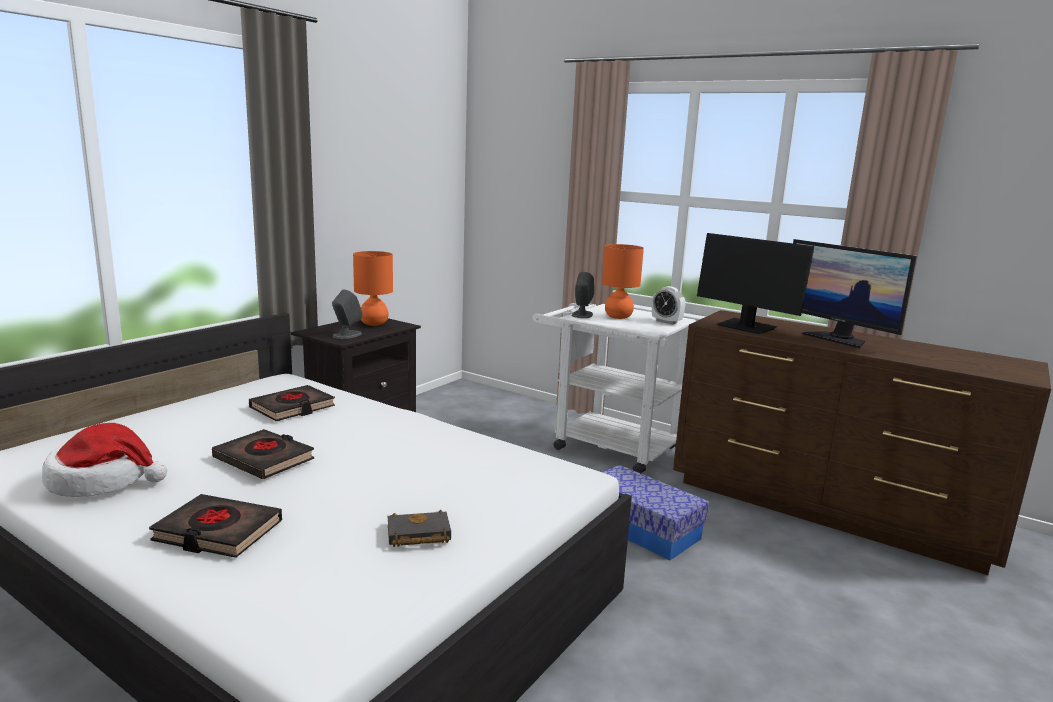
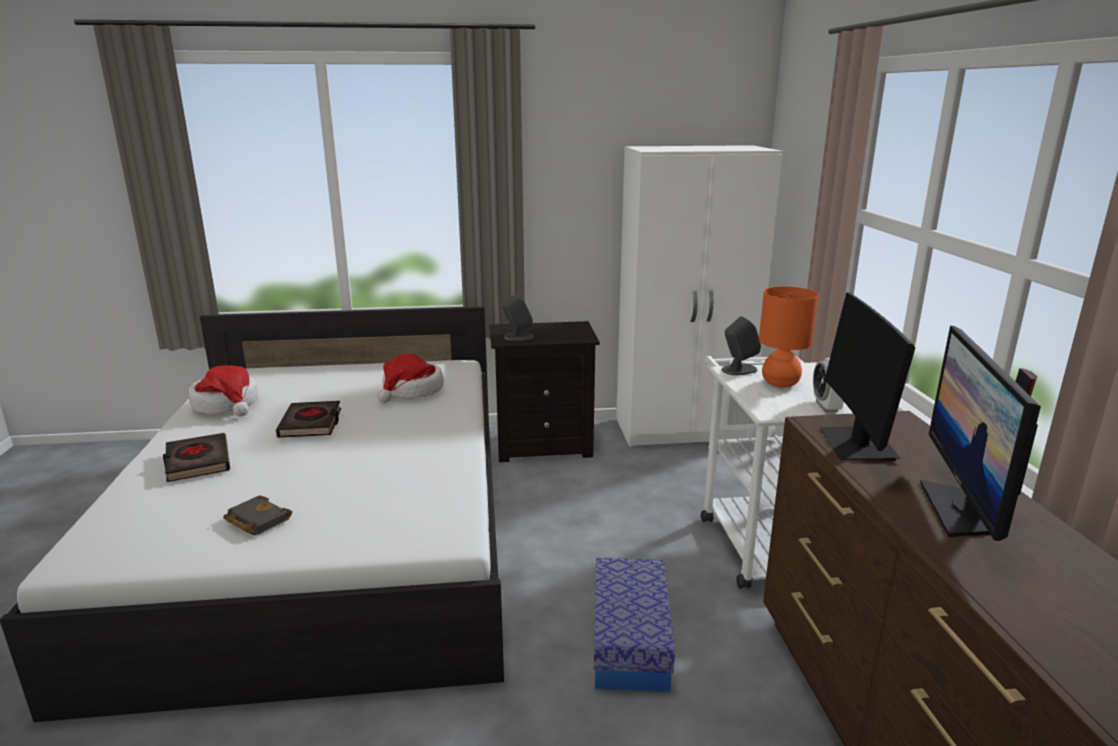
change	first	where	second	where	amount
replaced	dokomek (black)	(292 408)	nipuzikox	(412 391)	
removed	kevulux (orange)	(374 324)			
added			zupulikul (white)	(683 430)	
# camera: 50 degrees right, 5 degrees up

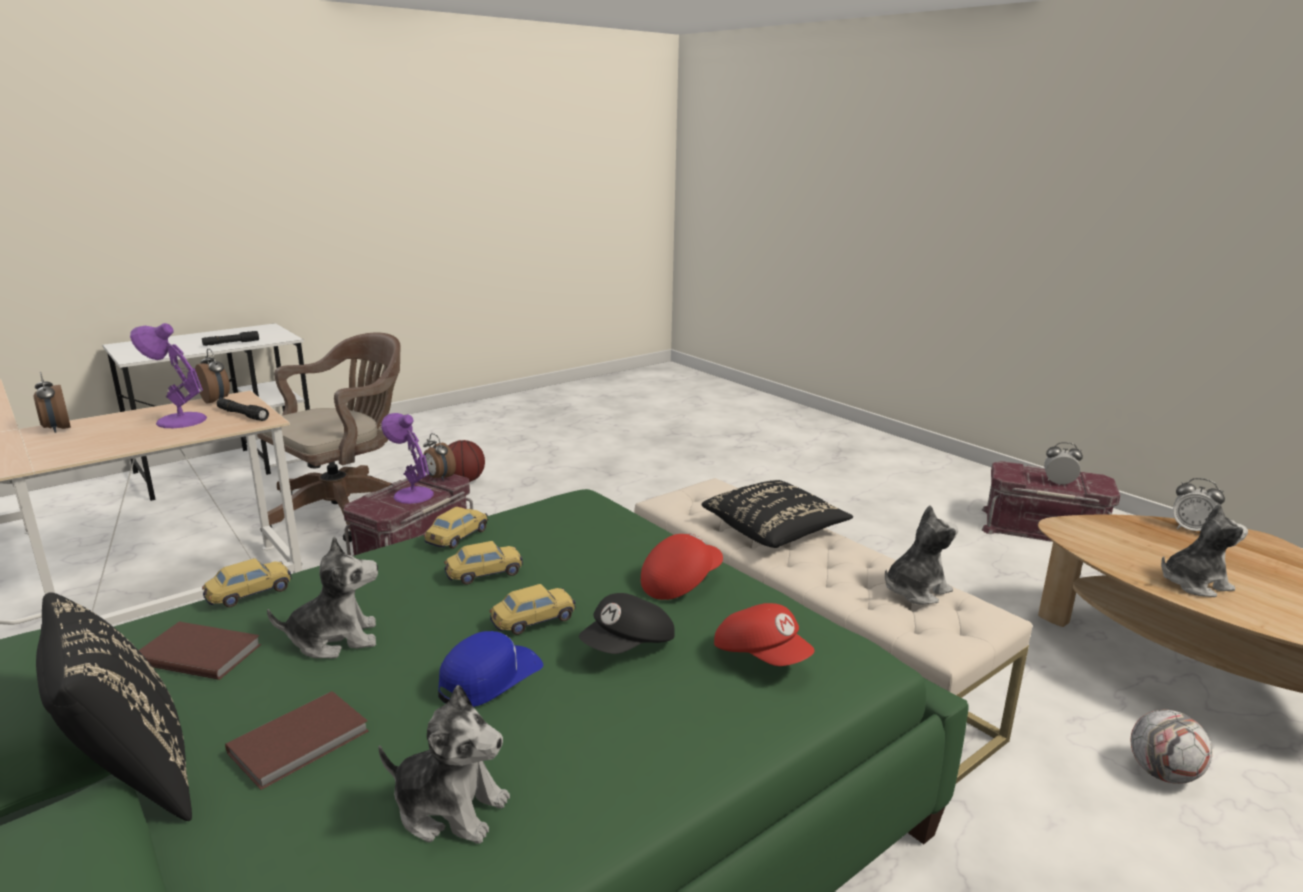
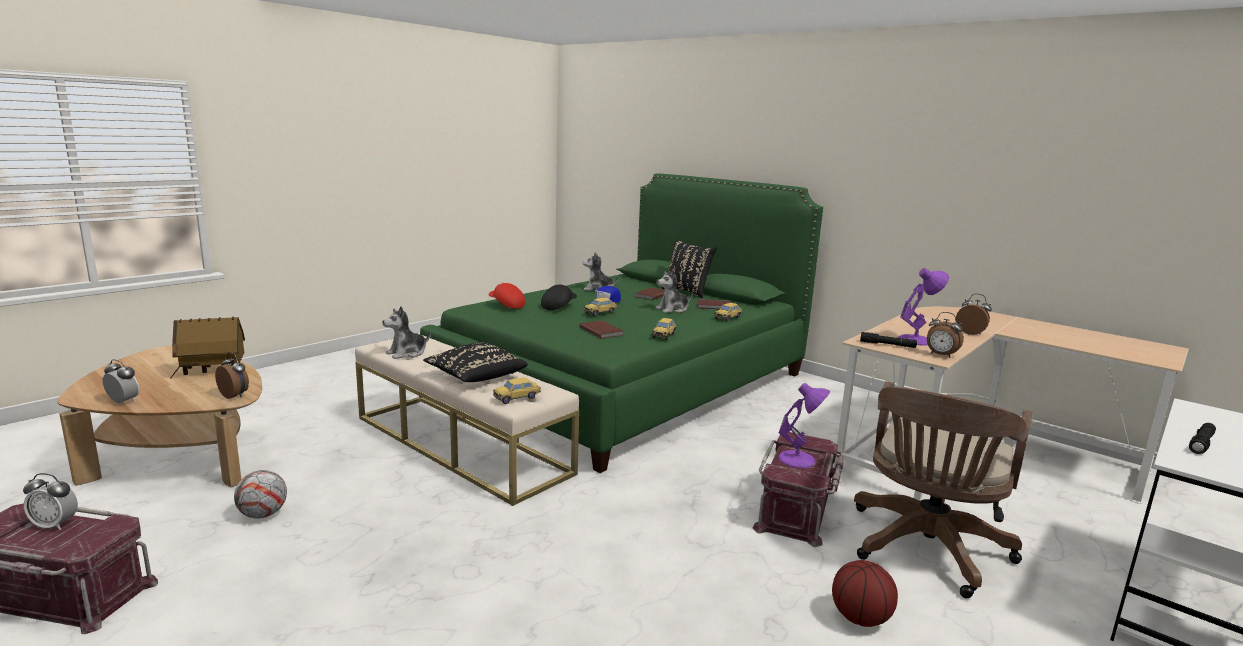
change	first	where	second	where	amount
moved	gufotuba	(439 478)		(235 396)	
moved	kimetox	(484 574)		(517 398)	
removed	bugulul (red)	(680 582)			
moved	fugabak	(1162 774)		(263 514)	
replaced	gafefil	(1193 583)	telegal	(212 370)	
added			dokomek (brown)	(601 331)	
# camera: 170 degrees right, 5 degrees down

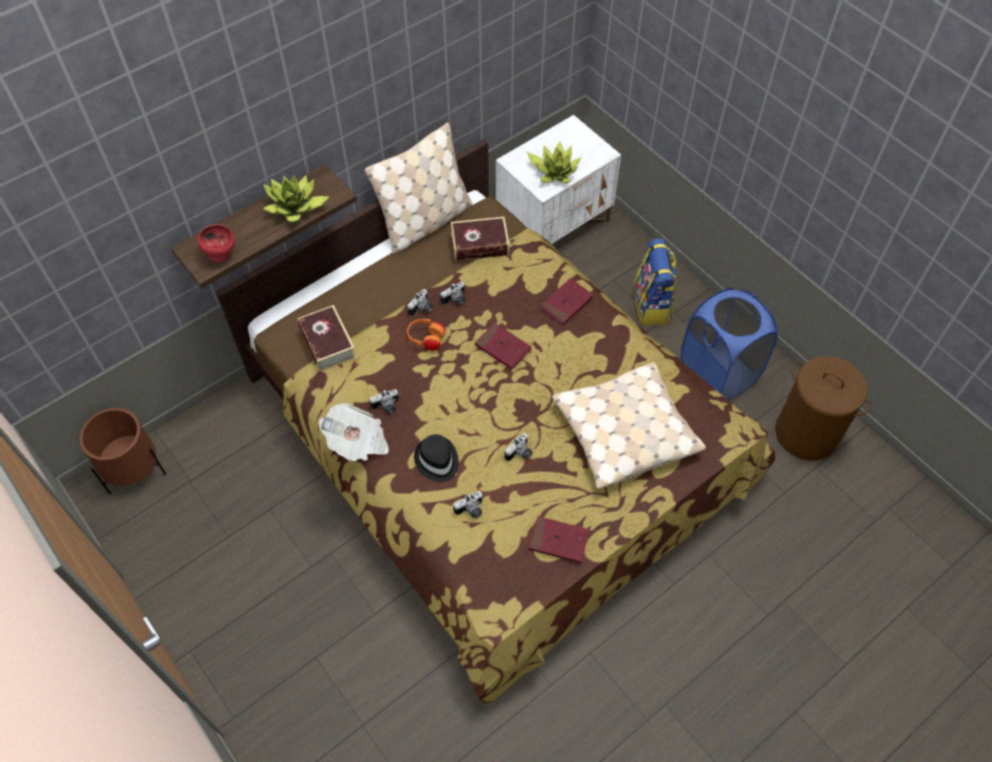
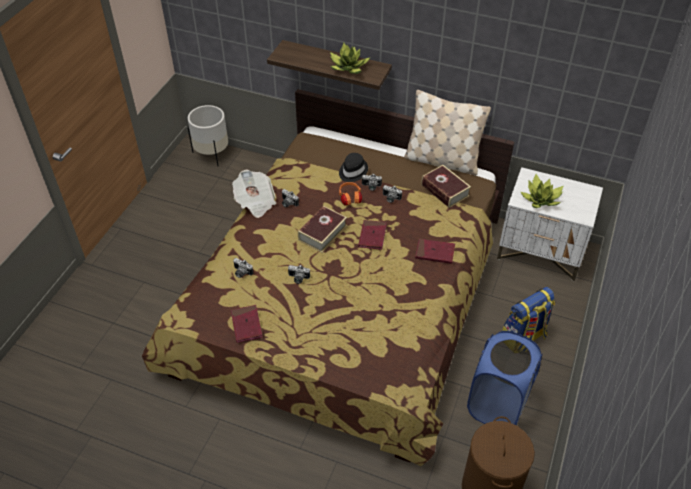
change	first	where	second	where	amount
recoloured	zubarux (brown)	(134 470)	zubarux (white)	(212 154)	
removed	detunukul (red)	(220 254)			
moved	dokomek	(327 343)		(322 233)	
moved	nipuzikox (black)	(437 460)		(352 171)	
removed	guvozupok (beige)	(624 431)			
# camera: 60 degrees right, 10 degrees down

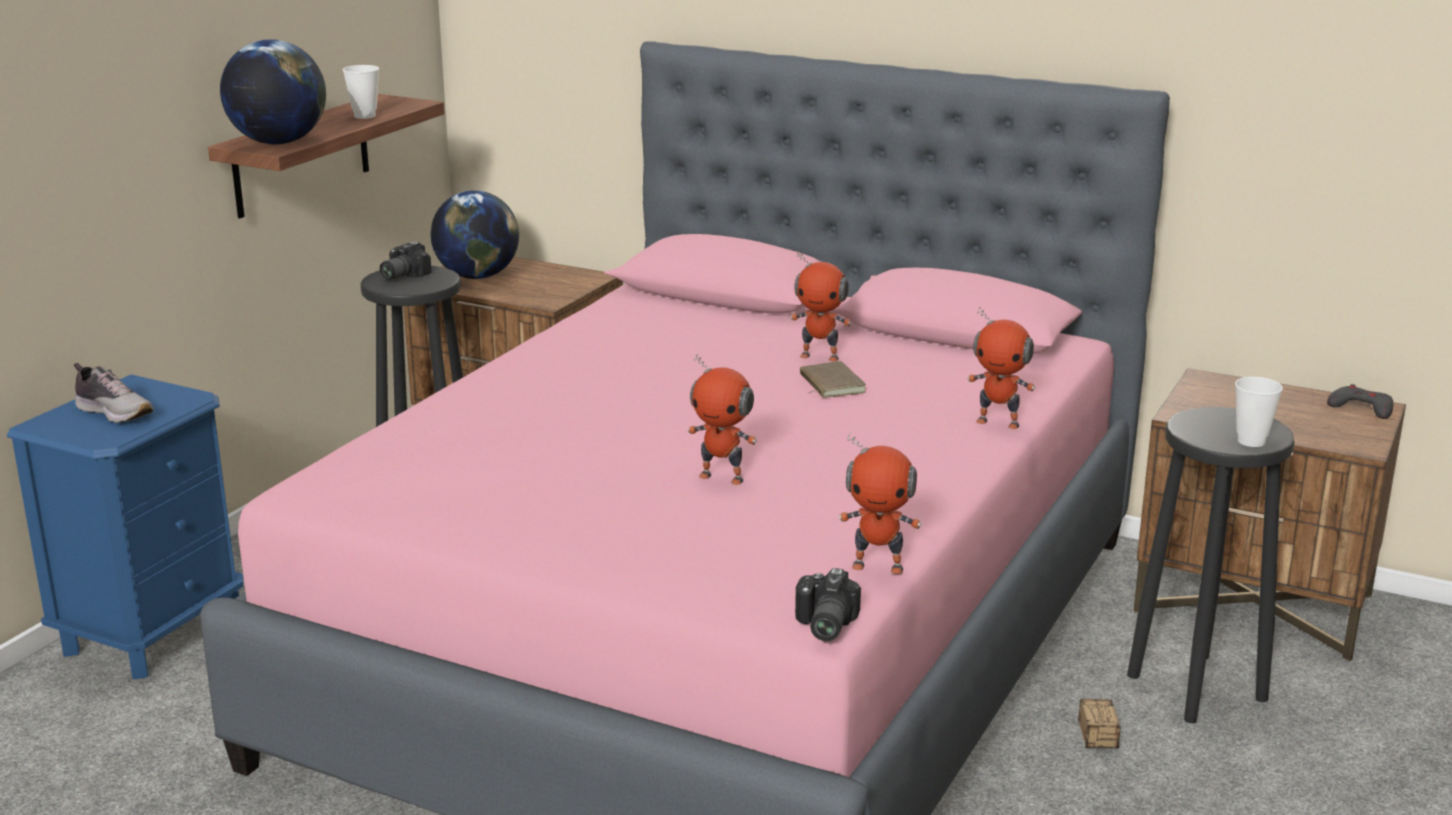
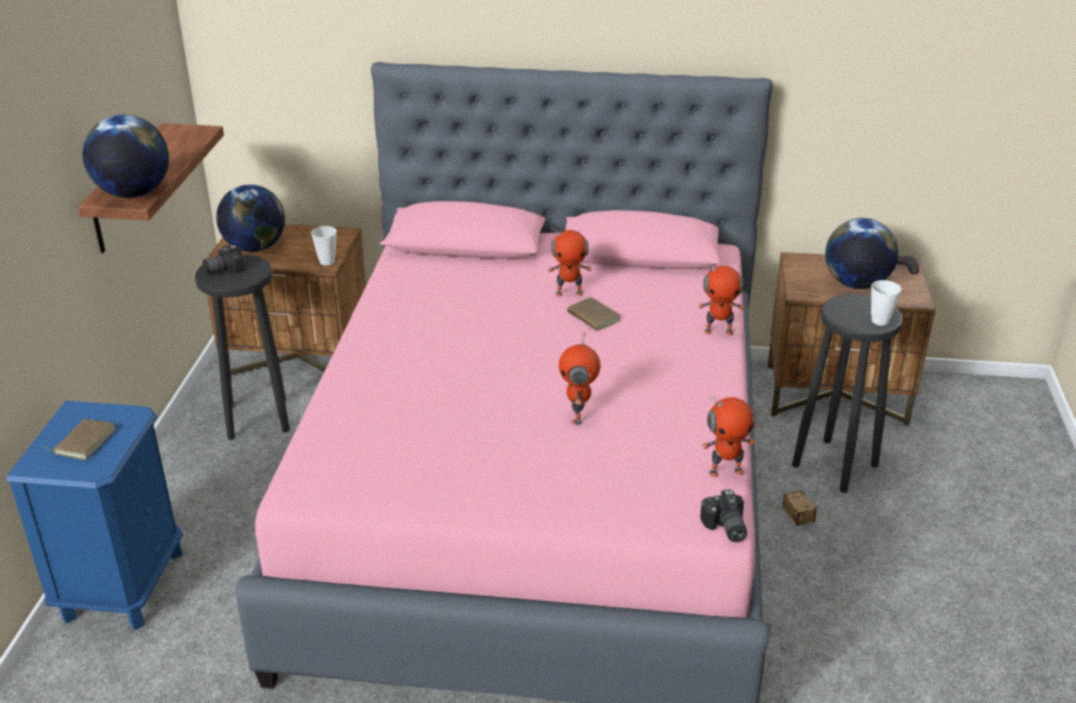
change	first	where	second	where	amount
replaced	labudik	(115 412)	dokomek (brown)	(83 441)	
moved	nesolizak	(364 116)		(327 262)	
turned	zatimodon	(401 275)		(223 269)	45 degrees clockwise
turned	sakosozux	(722 477)		(578 415)	90 degrees clockwise
added			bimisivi	(856 284)	
# camera: 20 degrees left, 10 degrees up

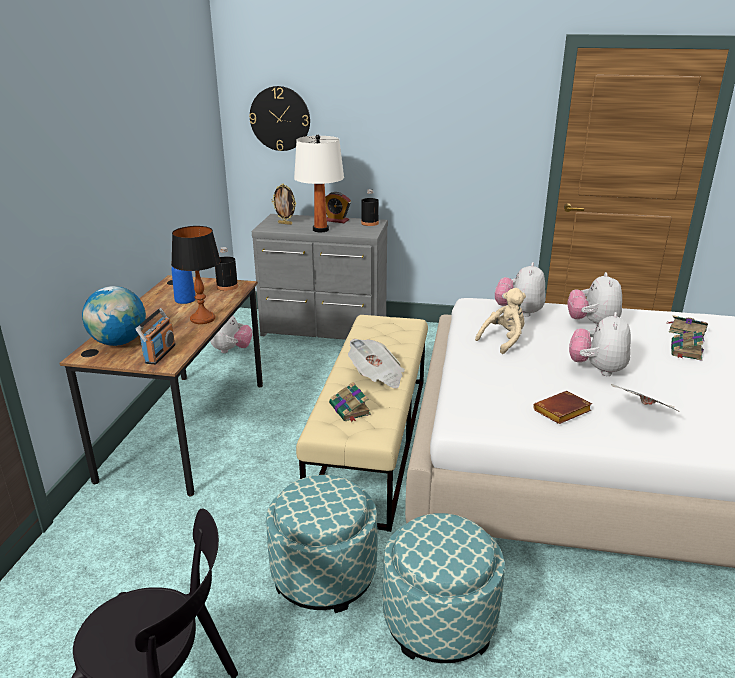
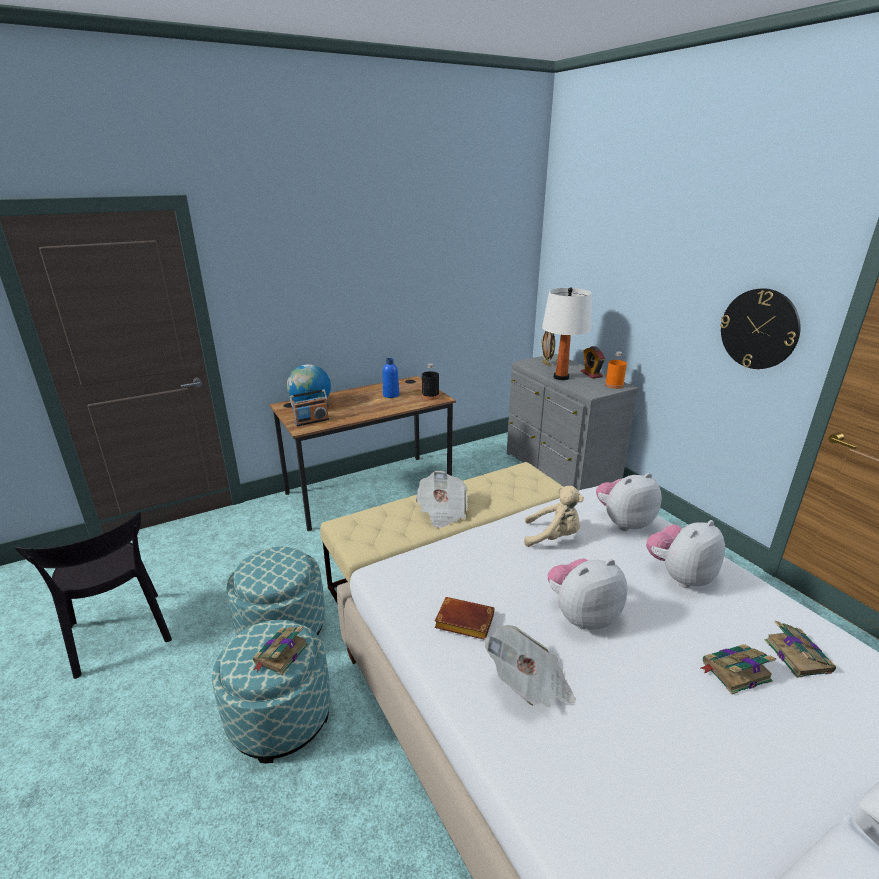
change	first	where	second	where	amount
removed	kevulux	(202 319)			
removed	gafefil	(231 350)			
moved	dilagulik	(280 118)		(759 329)	
moved	dokomek	(350 410)		(280 655)	
recoloured	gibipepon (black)	(369 223)	gibipepon (orange)	(614 385)	
# camera: 50 degrees right, 0 degrees up

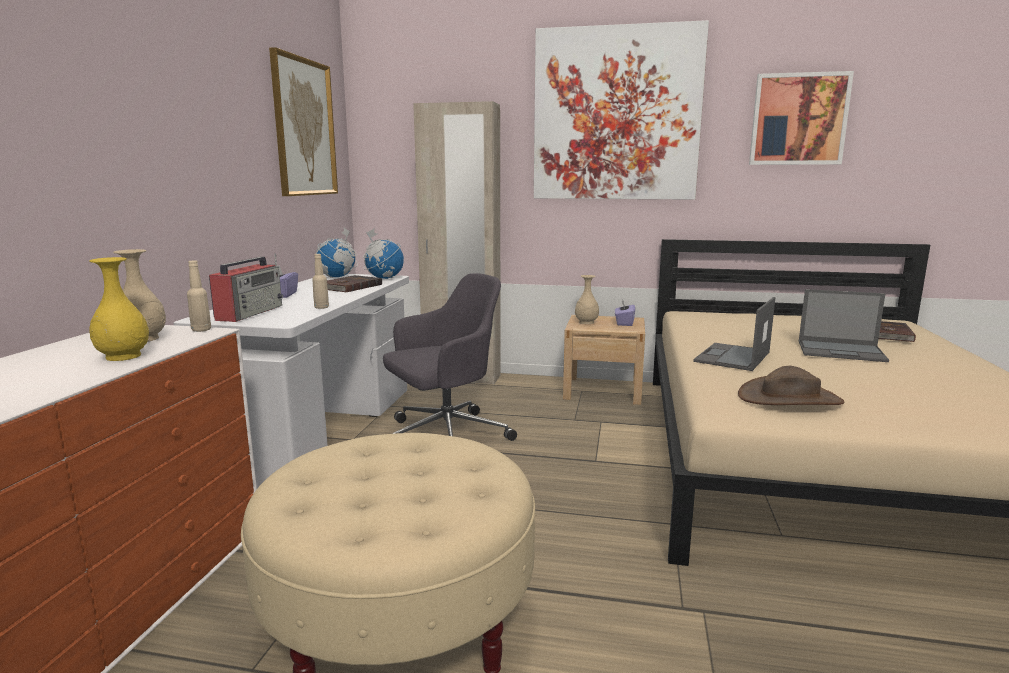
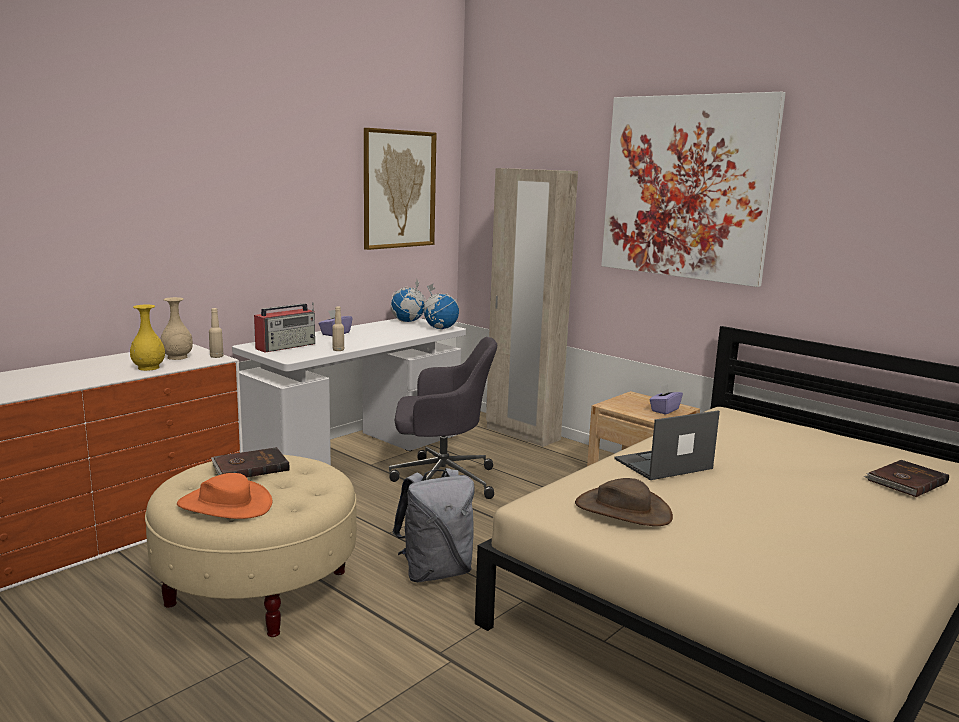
change	first	where	second	where	amount
moved	dokomek (brown)	(349 286)		(250 467)	
removed	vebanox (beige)	(586 322)			
removed	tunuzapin	(798 119)			
removed	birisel	(842 351)			
added			nipuzikox (orange)	(225 505)	
added			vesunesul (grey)	(435 572)	
# camera: 30 degrees right, 0 degrees up

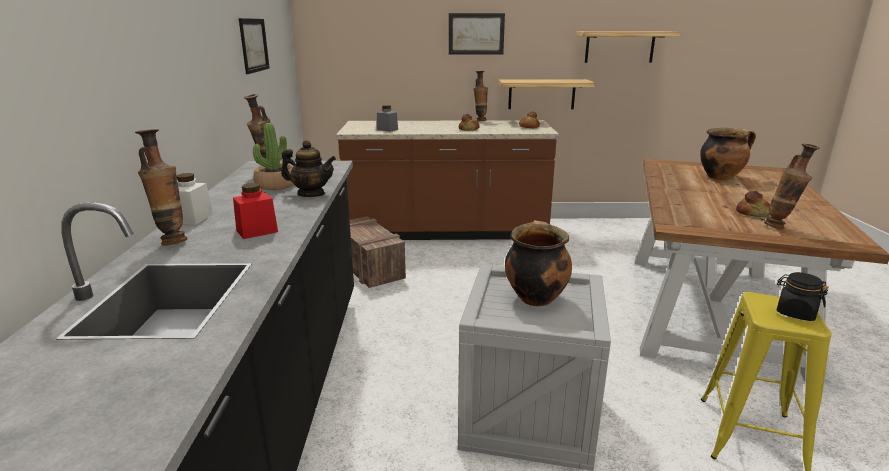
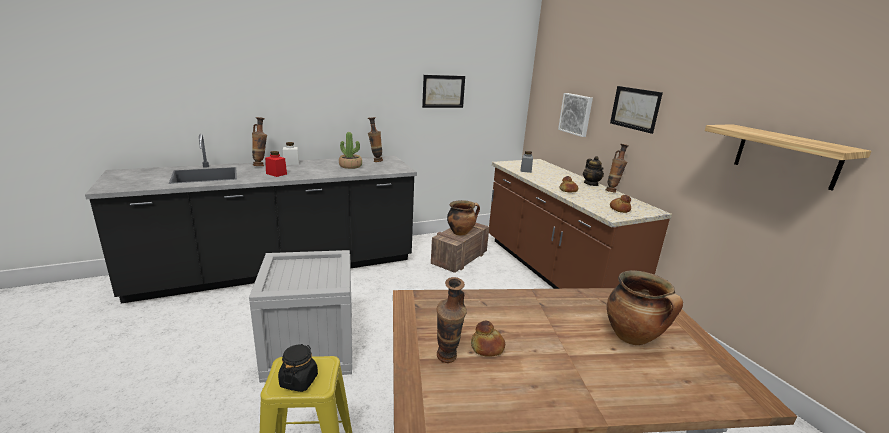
change	first	where	second	where	amount
moved	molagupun	(311 194)		(591 184)	
removed	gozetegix	(541 94)			
moved	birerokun	(535 297)		(461 232)	
added			tunuzapin	(576 114)	
# camera: 65 degrees right, 0 degrees up

